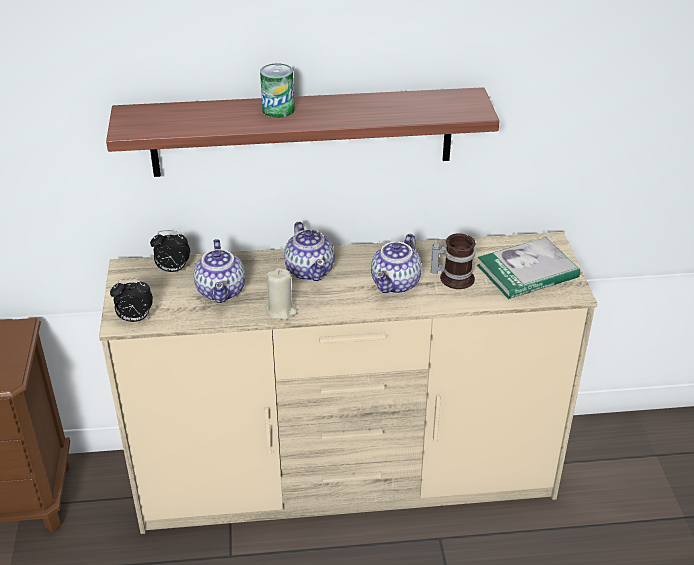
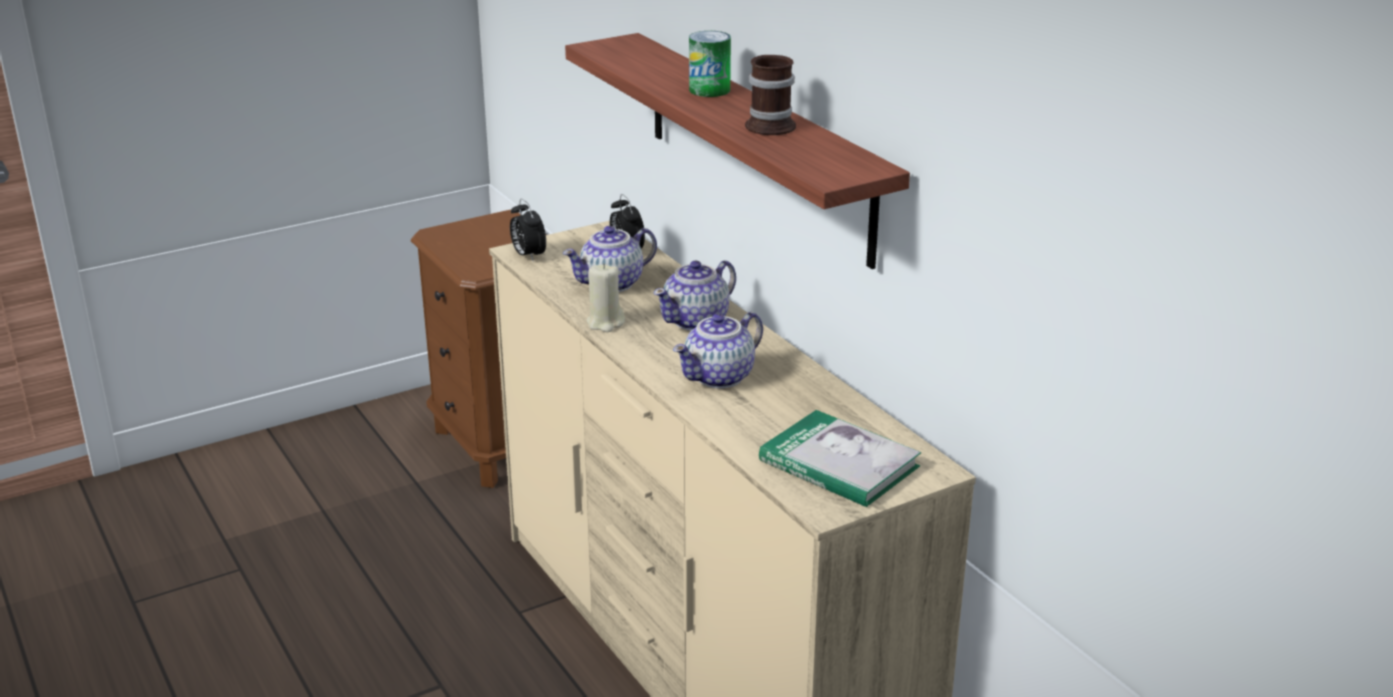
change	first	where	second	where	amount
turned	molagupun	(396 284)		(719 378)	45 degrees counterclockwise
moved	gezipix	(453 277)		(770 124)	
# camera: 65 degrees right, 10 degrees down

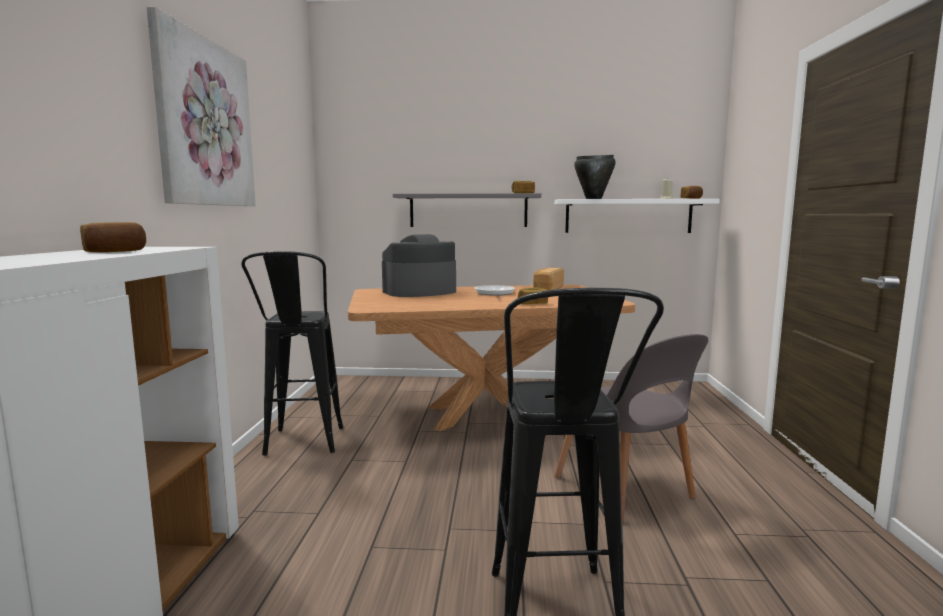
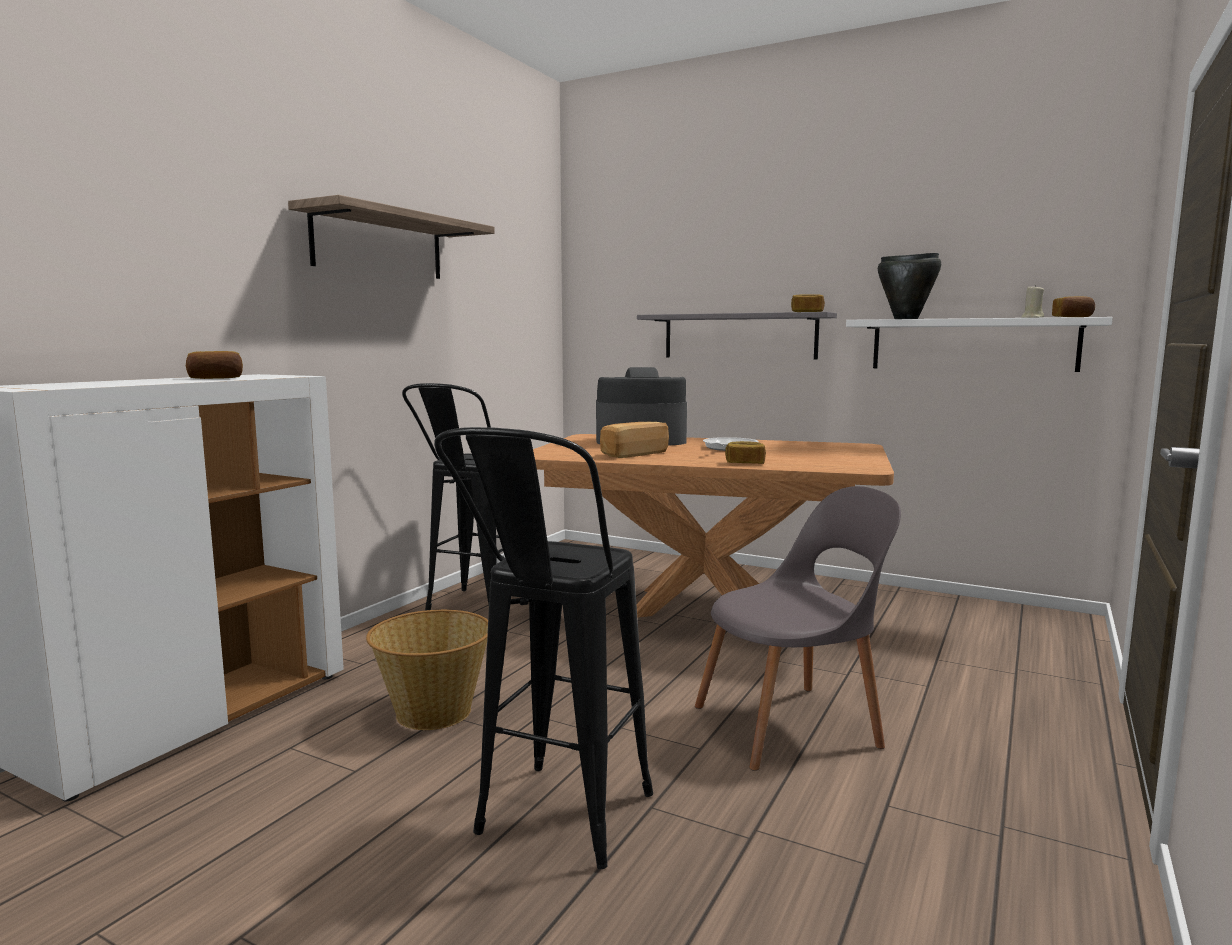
change	first	where	second	where	amount
replaced	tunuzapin	(205 123)	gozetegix	(379 245)	
moved	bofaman	(547 289)		(633 454)	
turned	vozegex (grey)	(626 490)		(793 725)	105 degrees counterclockwise
added			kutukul	(433 711)	
# camera: 25 degrees right, 0 degrees up

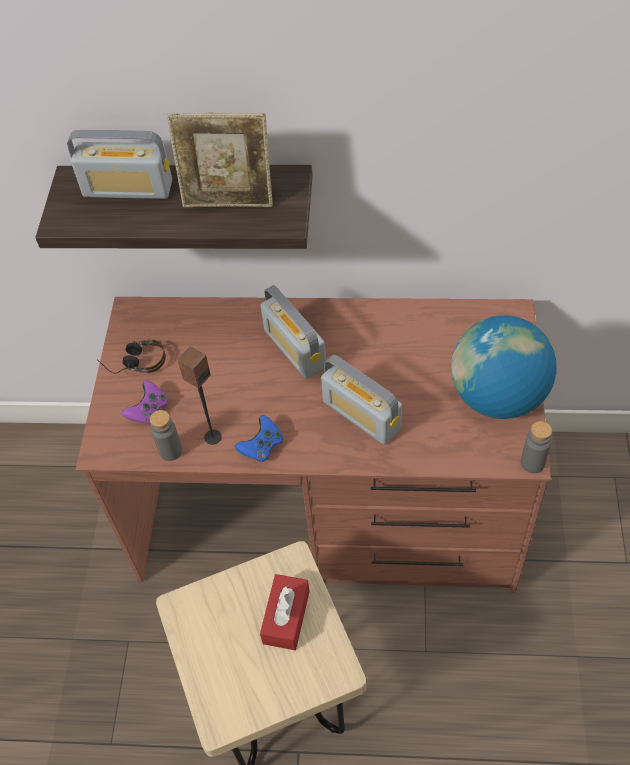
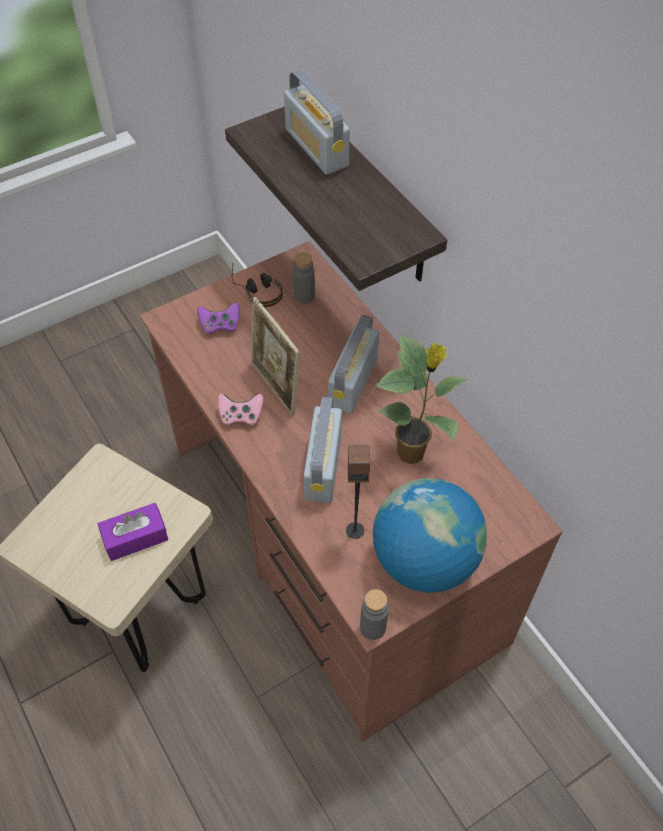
change	first	where	second	where	amount
moved	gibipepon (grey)	(170 451)		(304 296)	
moved	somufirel	(229 203)		(276 387)	
moved	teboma	(212 437)		(355 530)	
recoloured	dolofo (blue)	(262 447)	dolofo (pink)	(241 416)	
recoloured	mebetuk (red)	(286 617)	mebetuk (purple)	(135 537)	
added			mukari	(412 453)	
# camera: 50 degrees right, 0 degrees up

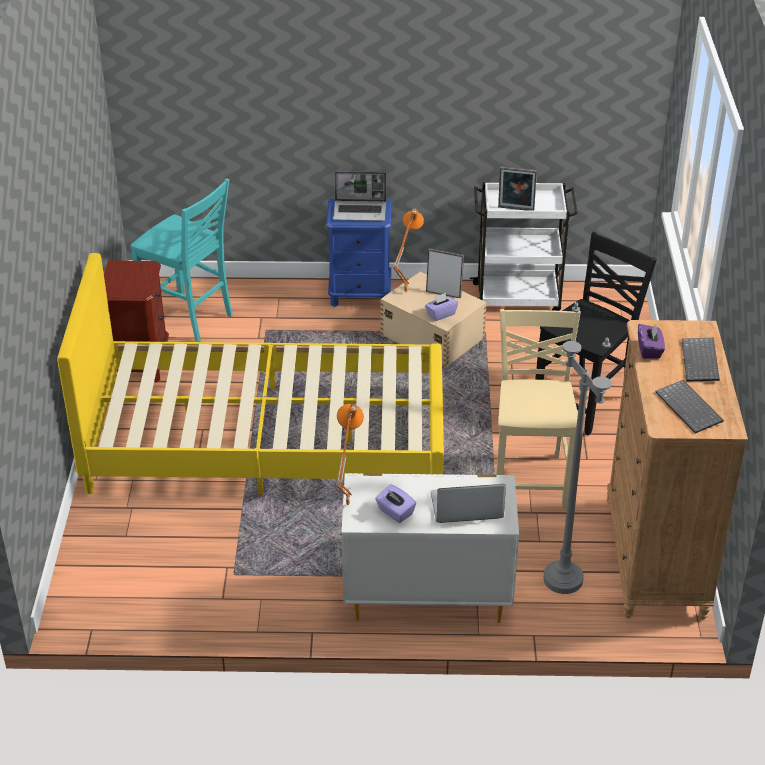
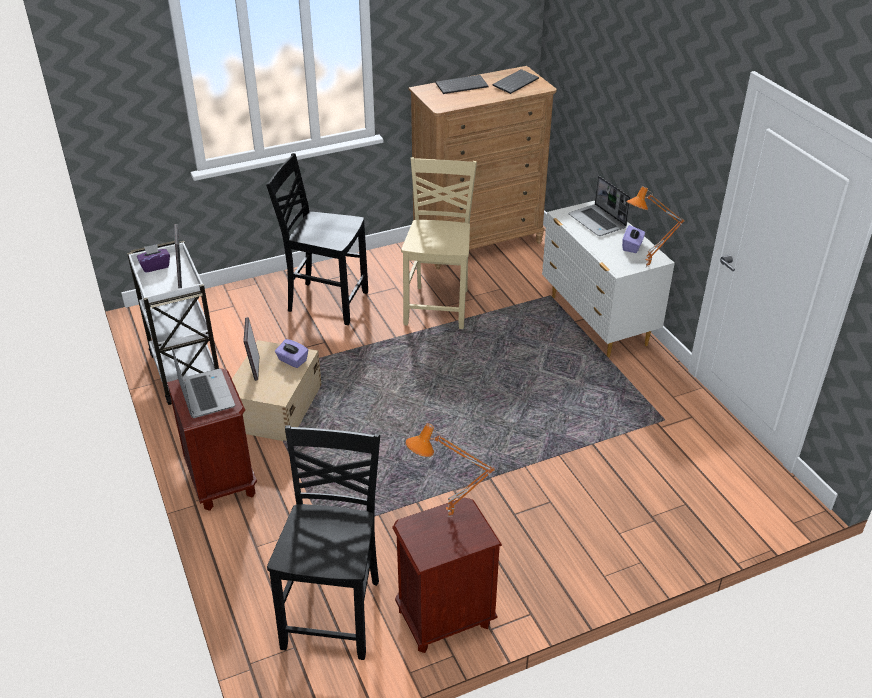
change	first	where	second	where	amount
removed	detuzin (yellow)	(267 441)			
recoloured	vozegex (turquoise)	(189 318)	vozegex (black)	(335 613)	
recoloured	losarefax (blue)	(360 294)	losarefax (brown)	(222 481)	
moved	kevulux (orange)	(404 292)		(450 518)	
turned	vozegex (beige)	(530 479)		(439 306)	120 degrees clockwise
removed	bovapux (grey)	(563 579)			
moved	mebetuk (purple)	(649 350)		(155 266)	
# camera: 115 degrees left, 0 degrees up

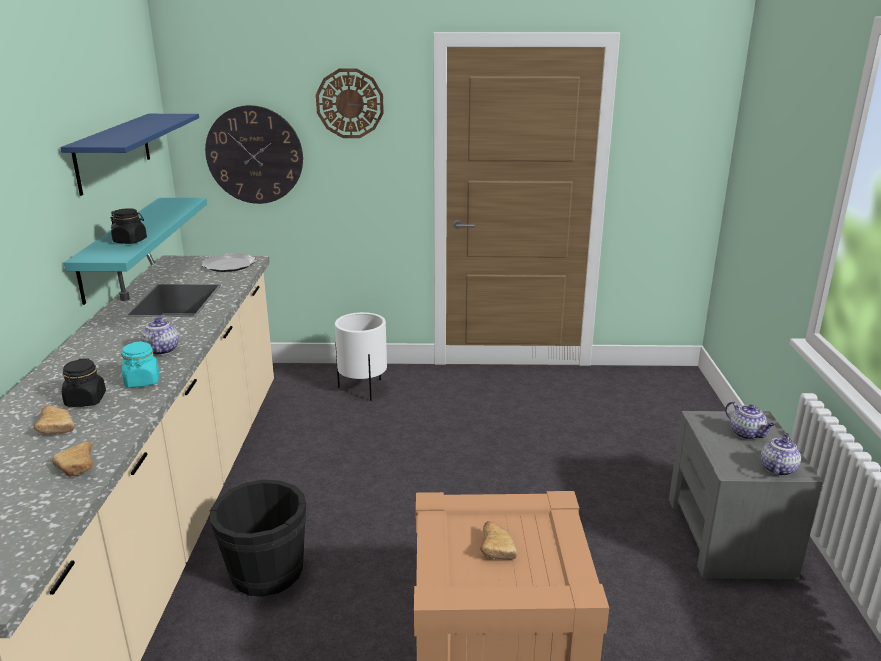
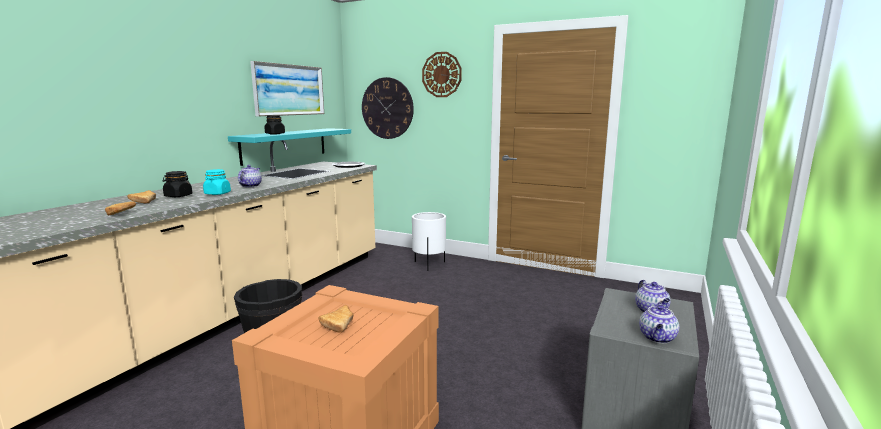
change	first	where	second	where	amount
replaced	gozetegix (blue)	(113 152)	tunuzapin	(289 90)	
turned	molagupun	(777 468)		(657 338)	150 degrees clockwise
# camera: 25 degrees right, 10 degrees down

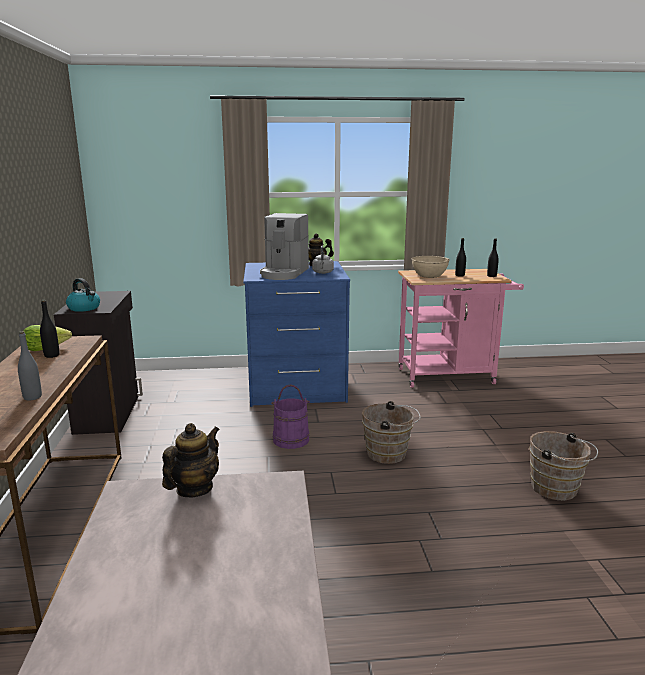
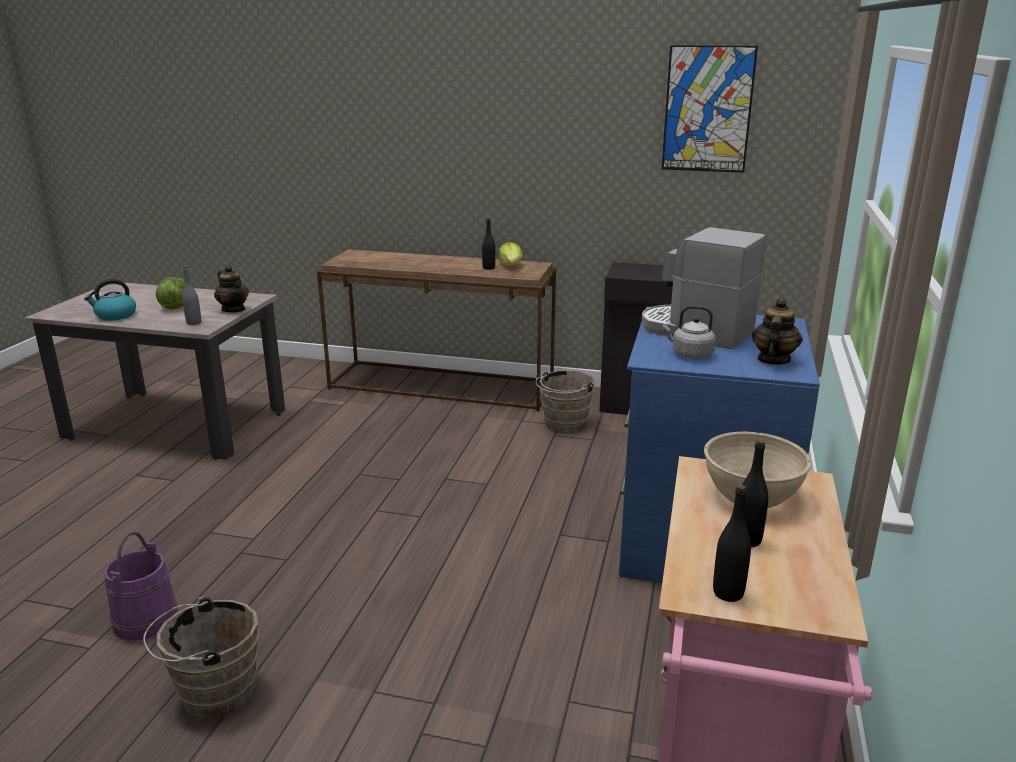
change	first	where	second	where	amount
moved	gibipepon (grey)	(32 397)		(194 323)	
moved	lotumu	(84 308)		(115 315)	
moved	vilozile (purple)	(291 439)		(146 619)	
moved	vilozile (brown)	(389 454)		(563 425)	
added			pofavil	(176 306)	
added			tunuzapin	(707 109)	
# camera: 110 degrees right, 5 degrees up

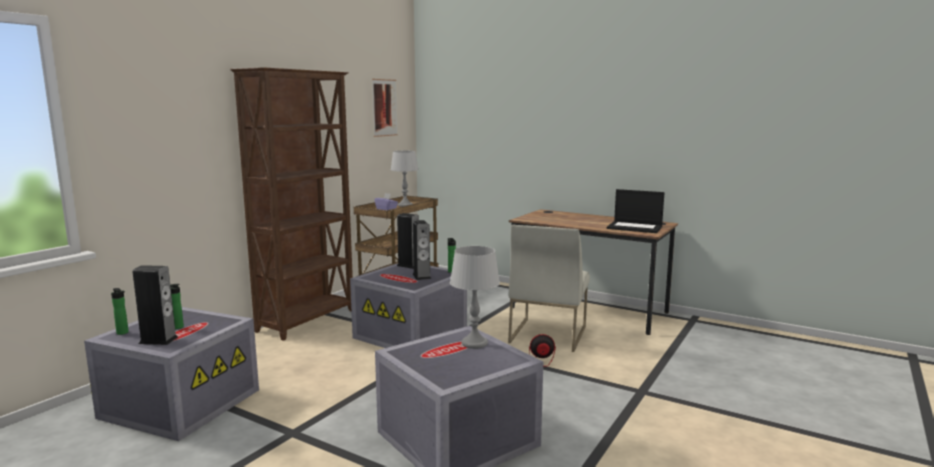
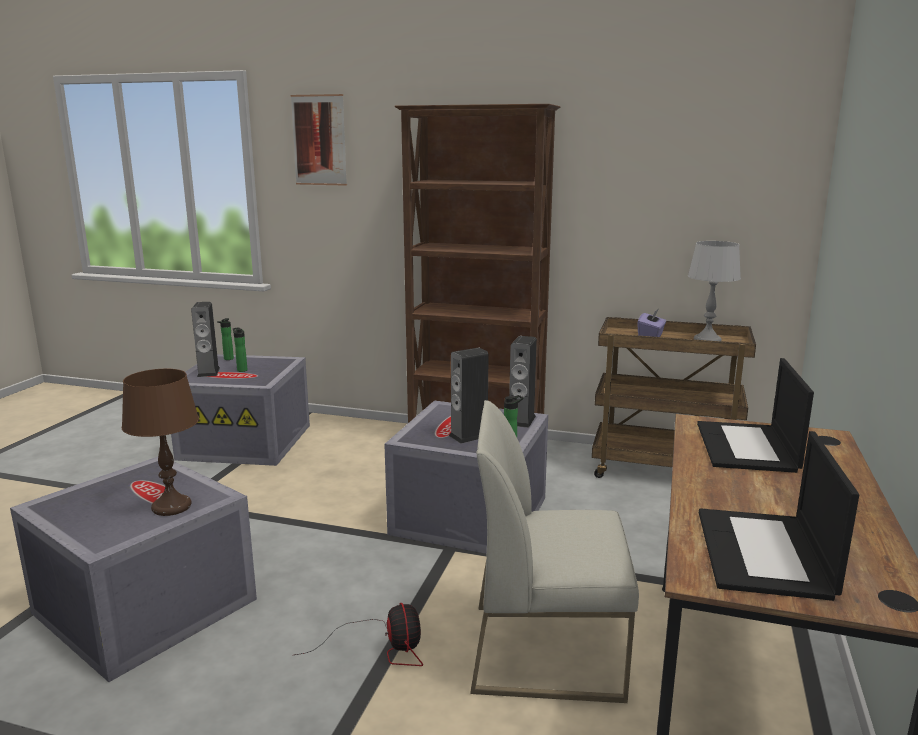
change	first	where	second	where	amount
moved	tunuzapin	(384 107)		(319 140)	
recoloured	kevulux (grey)	(474 343)	kevulux (brown)	(171 507)	
added			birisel	(747 447)	
# camera: 75 degrees right, 5 degrees up

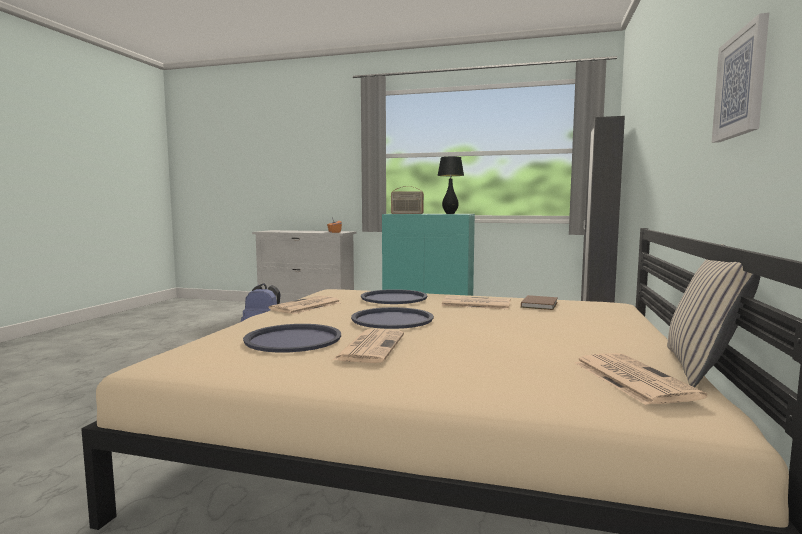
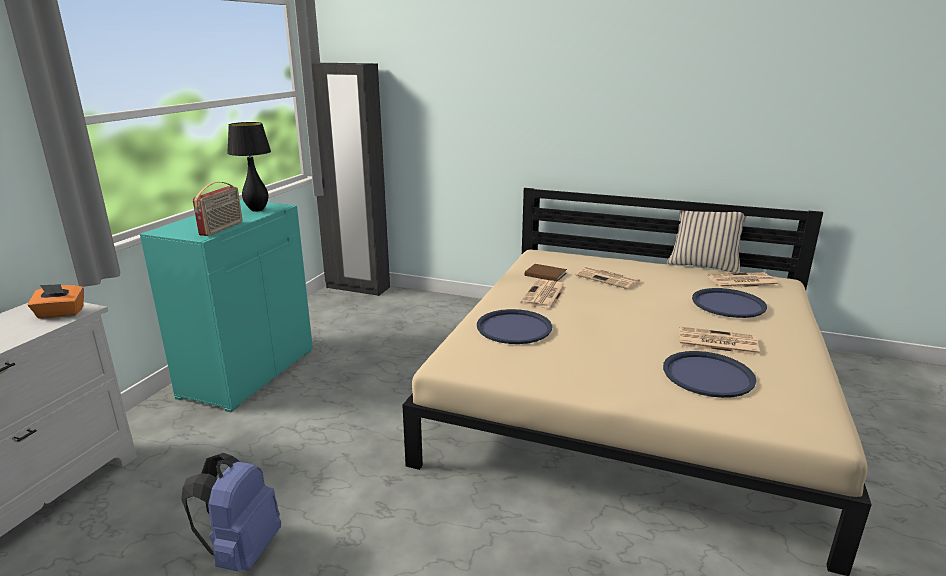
change	first	where	second	where	amount
moved	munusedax	(305 306)		(608 278)	
moved	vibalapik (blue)	(392 319)		(728 304)	
removed	tunuzapin	(741 84)			
# camera: 85 degrees left, 15 degrees up

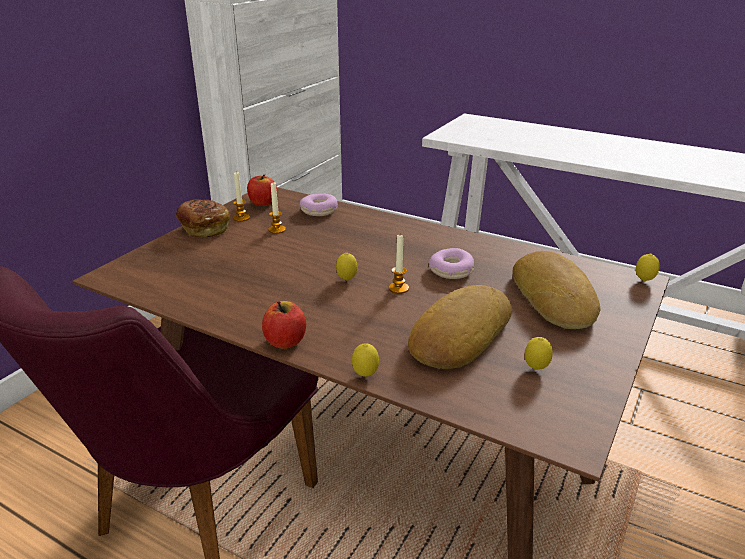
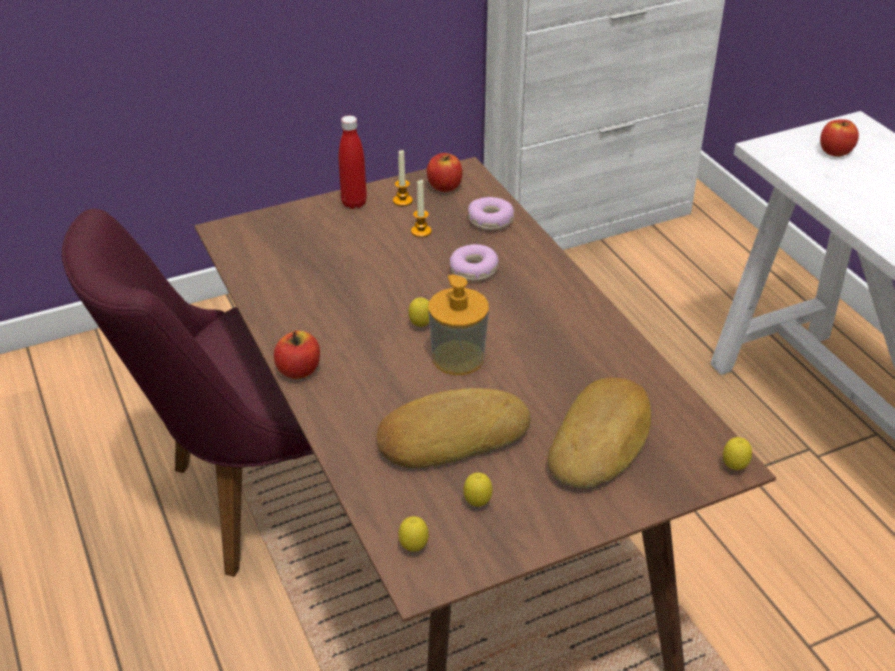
change	first	where	second	where	amount
replaced	bofaman	(204 229)	gibipepon (red)	(354 203)	
moved	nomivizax	(365 376)		(414 548)	
replaced	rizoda	(398 288)	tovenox	(458 358)	
moved	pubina	(451 271)		(473 270)	
added			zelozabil	(835 152)	
# camera: 35 degrees right, 10 degrees up

